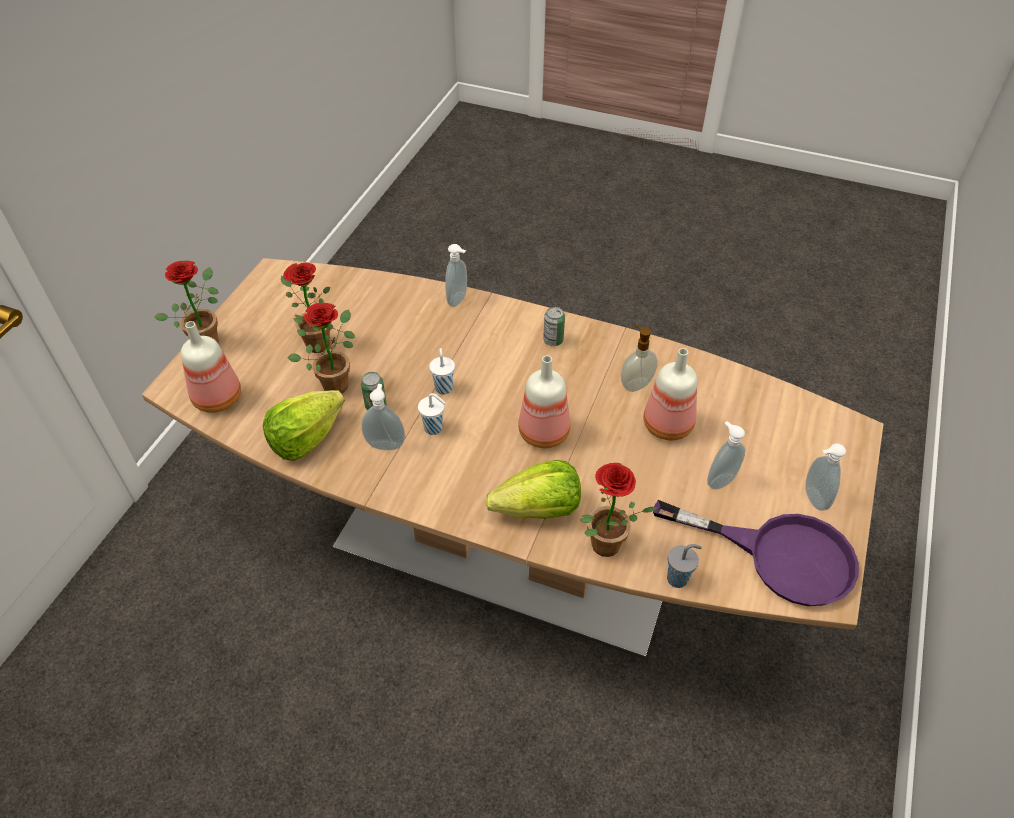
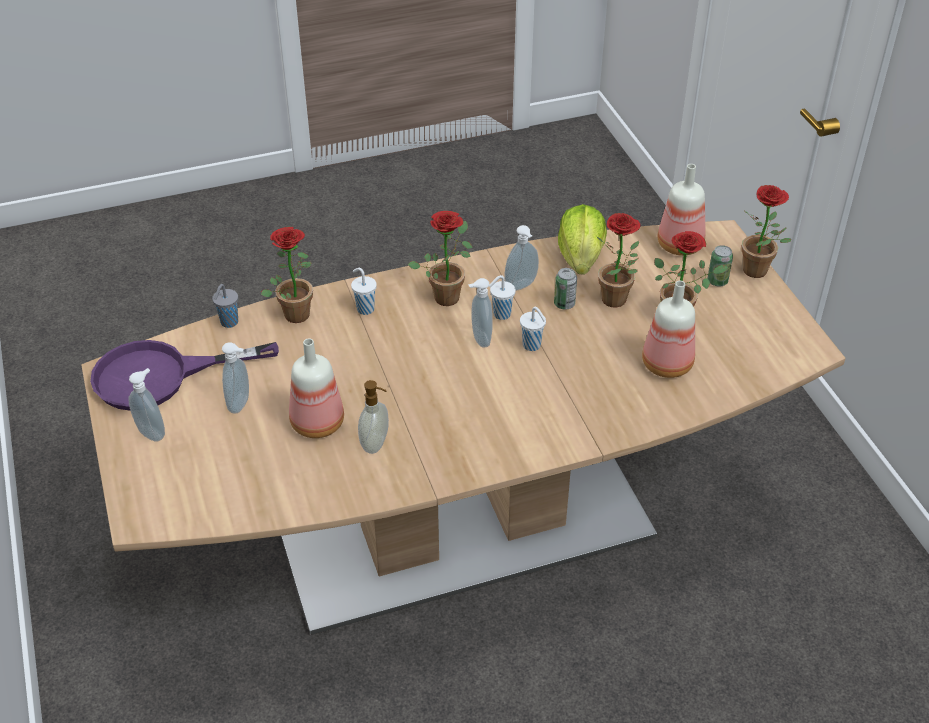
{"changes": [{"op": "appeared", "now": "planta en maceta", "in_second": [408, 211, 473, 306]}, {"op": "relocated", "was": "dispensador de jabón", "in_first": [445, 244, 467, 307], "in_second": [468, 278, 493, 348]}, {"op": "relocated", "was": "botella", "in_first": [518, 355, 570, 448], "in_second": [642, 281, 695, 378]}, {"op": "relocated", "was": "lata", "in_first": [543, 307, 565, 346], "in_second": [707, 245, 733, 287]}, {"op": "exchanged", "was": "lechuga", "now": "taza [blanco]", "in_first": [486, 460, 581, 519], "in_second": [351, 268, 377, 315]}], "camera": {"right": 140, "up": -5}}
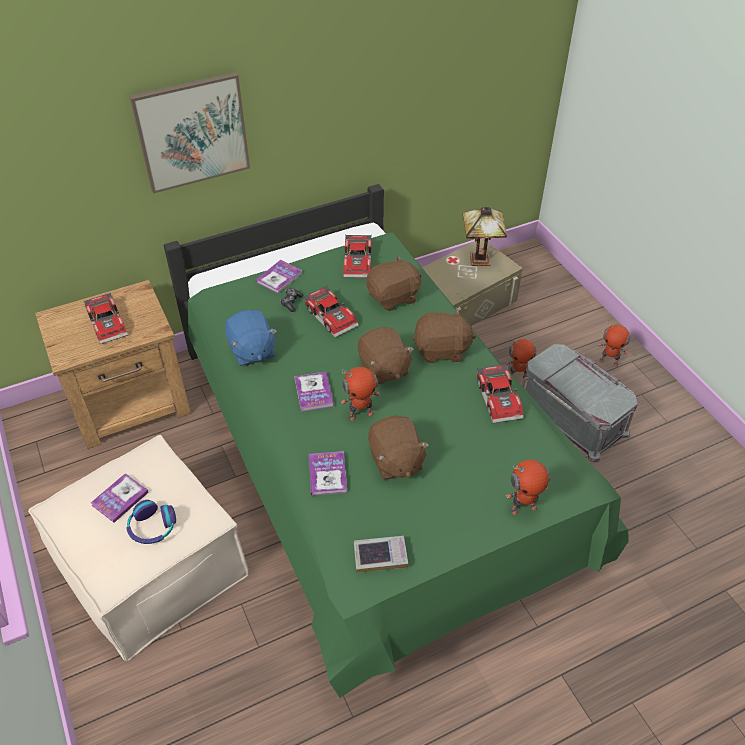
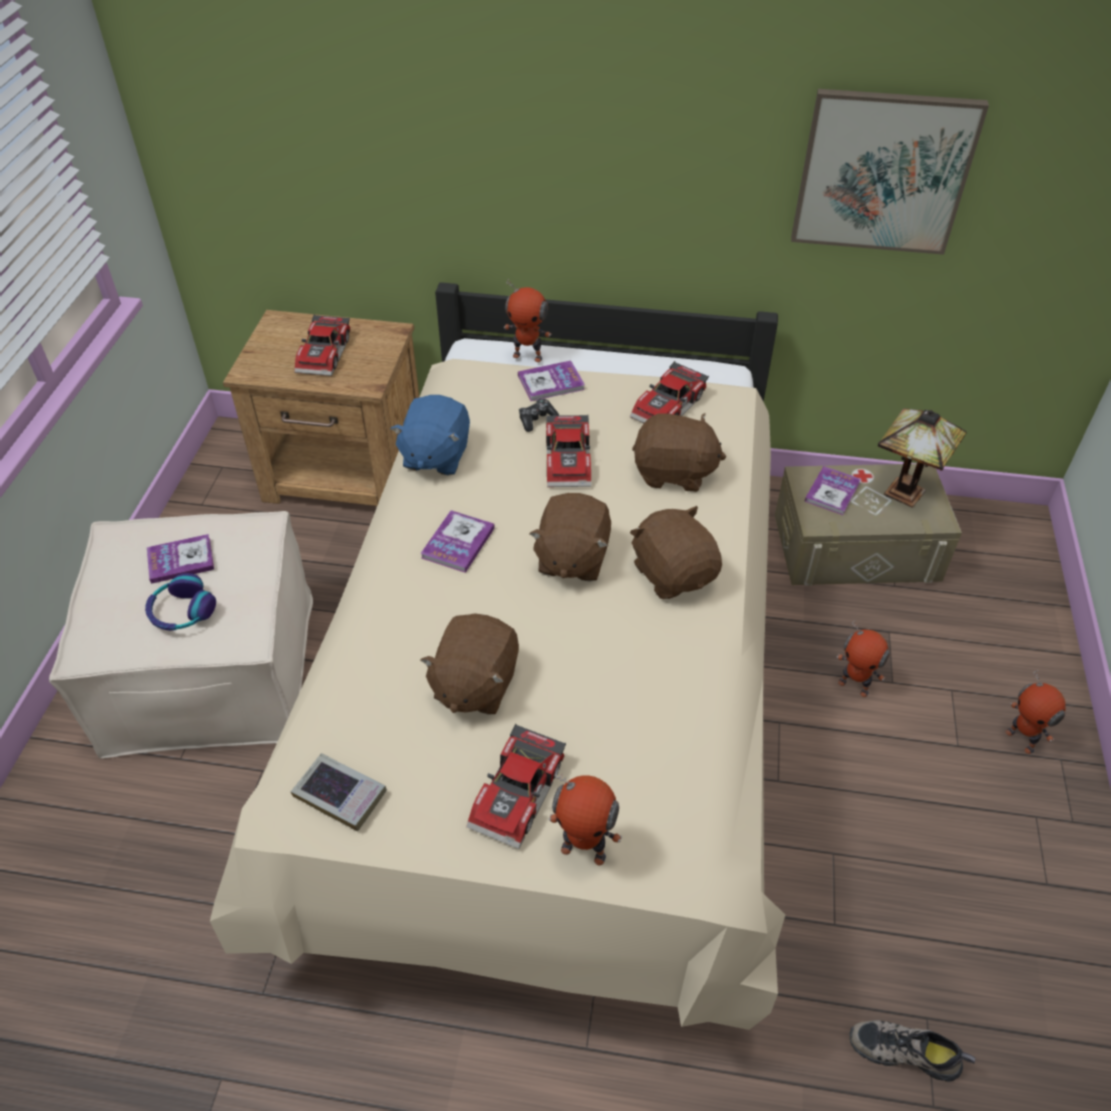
{"changes": [{"op": "missing", "was": "caja de almacenaje [gris]", "in_first": [522, 344, 638, 463]}, {"op": "appeared", "now": "zapato", "in_second": [849, 1020, 976, 1082]}, {"op": "relocated", "was": "cuadro", "in_first": [129, 72, 250, 194], "in_second": [791, 89, 989, 255]}, {"op": "relocated", "was": "libro", "in_first": [309, 451, 347, 496], "in_second": [804, 466, 861, 515]}, {"op": "relocated", "was": "robot de juguete", "in_first": [341, 367, 380, 421], "in_second": [504, 279, 551, 362]}, {"op": "relocated", "was": "coche de juguete", "in_first": [477, 364, 524, 423], "in_second": [466, 724, 566, 849]}, {"op": "colour", "was": "cama [verde]", "now": "cama [beis]", "in_first": [164, 184, 629, 698], "in_second": [210, 282, 785, 1030]}, {"op": "spun", "was": "peluche [marrón]", "in_first": [413, 309, 476, 363], "in_second": [630, 506, 722, 599], "clockwise": -150}], "camera": {"right": 35, "up": 0}}
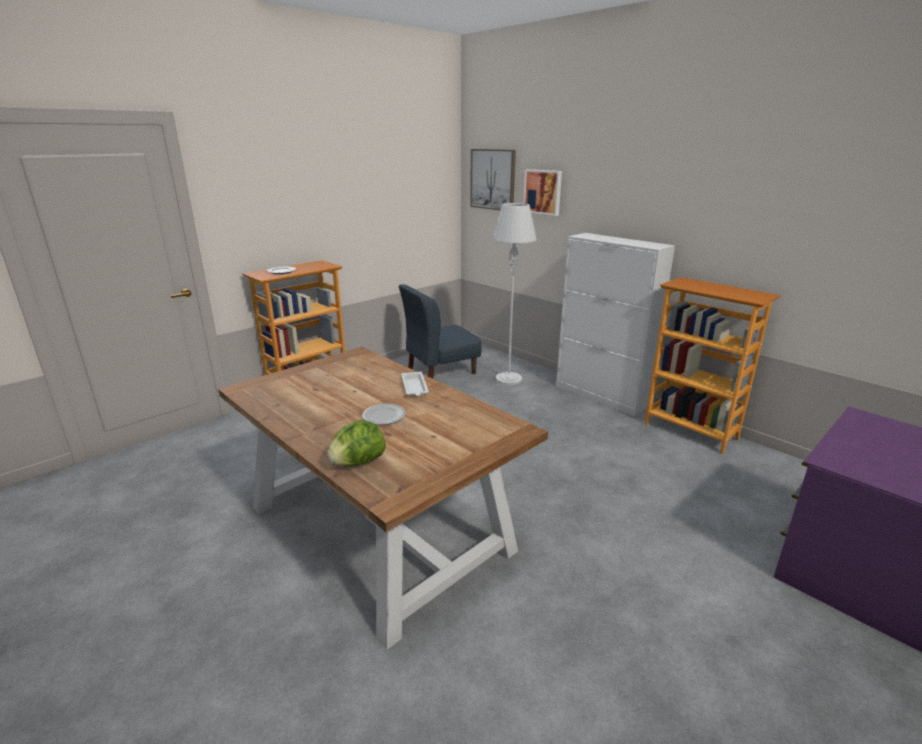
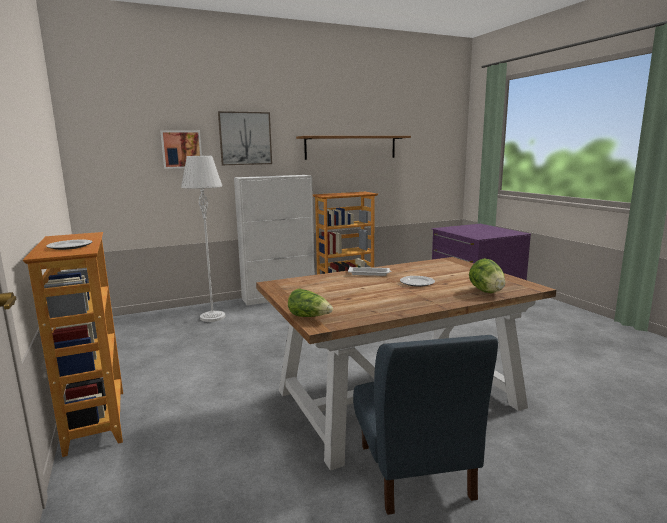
{"changes": [{"op": "appeared", "now": "lechuga", "in_second": [288, 288, 333, 317]}, {"op": "appeared", "now": "estante", "in_second": [296, 136, 411, 160]}, {"op": "relocated", "was": "silla [azul]", "in_first": [399, 284, 482, 379], "in_second": [353, 335, 498, 515]}, {"op": "relocated", "was": "cuadro", "in_first": [470, 149, 516, 210], "in_second": [218, 111, 272, 165]}], "camera": {"right": -70, "up": -10}}
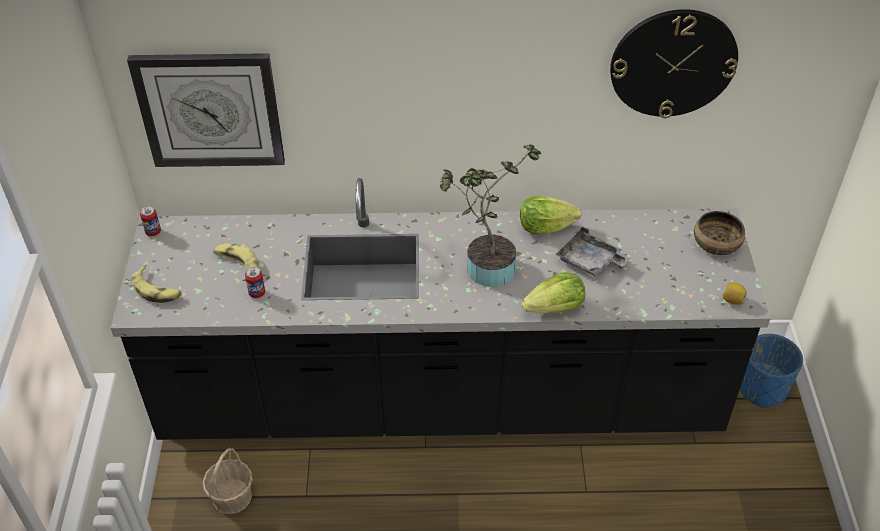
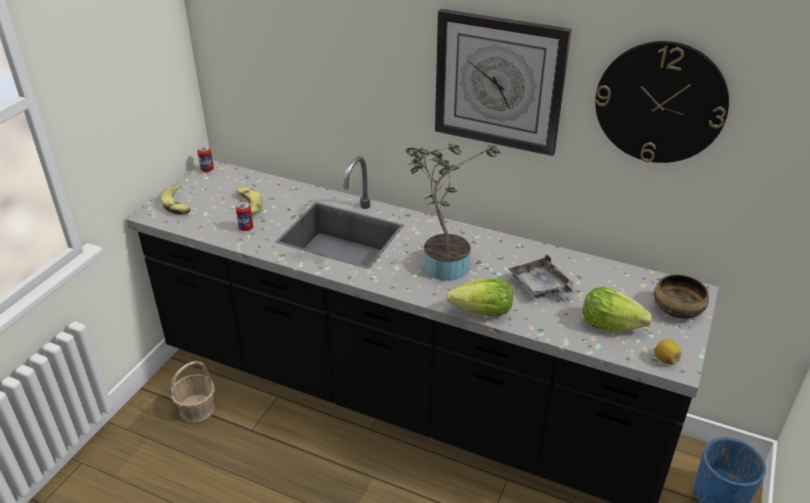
{"changes": [{"op": "relocated", "was": "reloj de pared", "in_first": [127, 53, 285, 167], "in_second": [435, 9, 571, 156]}, {"op": "relocated", "was": "lechuga", "in_first": [520, 196, 582, 234], "in_second": [583, 287, 652, 331]}], "camera": {"right": 25, "up": -10}}
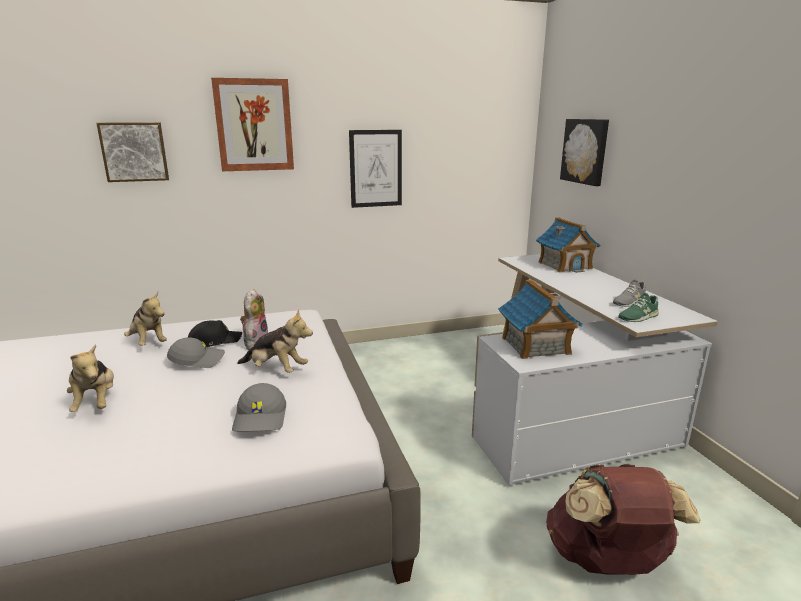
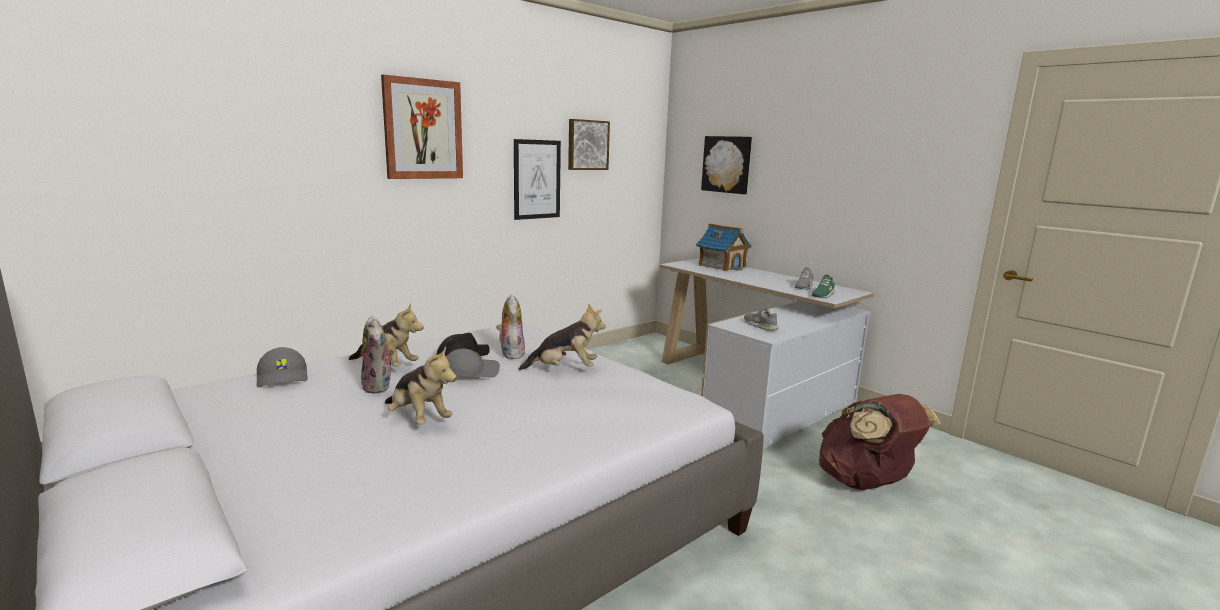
{"changes": [{"op": "appeared", "now": "peluche", "in_second": [361, 316, 394, 394]}, {"op": "relocated", "was": "cuadro", "in_first": [97, 122, 169, 182], "in_second": [568, 119, 610, 170]}, {"op": "relocated", "was": "gorra [gris]", "in_first": [232, 383, 286, 432], "in_second": [257, 347, 308, 387]}, {"op": "exchanged", "was": "casita", "now": "zapato [gris]", "in_first": [498, 280, 583, 359], "in_second": [744, 306, 778, 331]}], "camera": {"right": -25, "up": -5}}
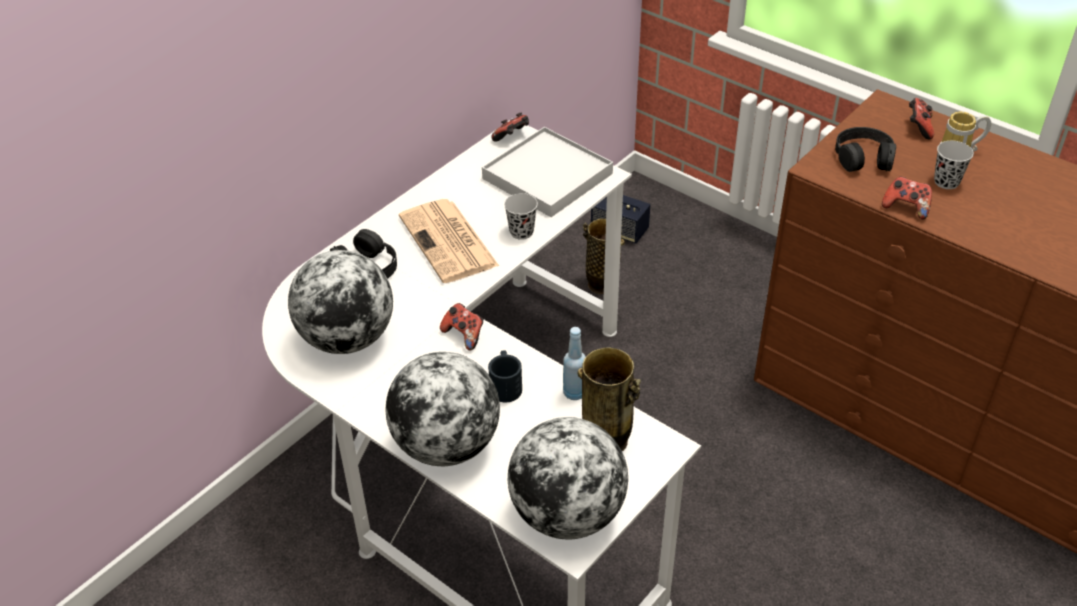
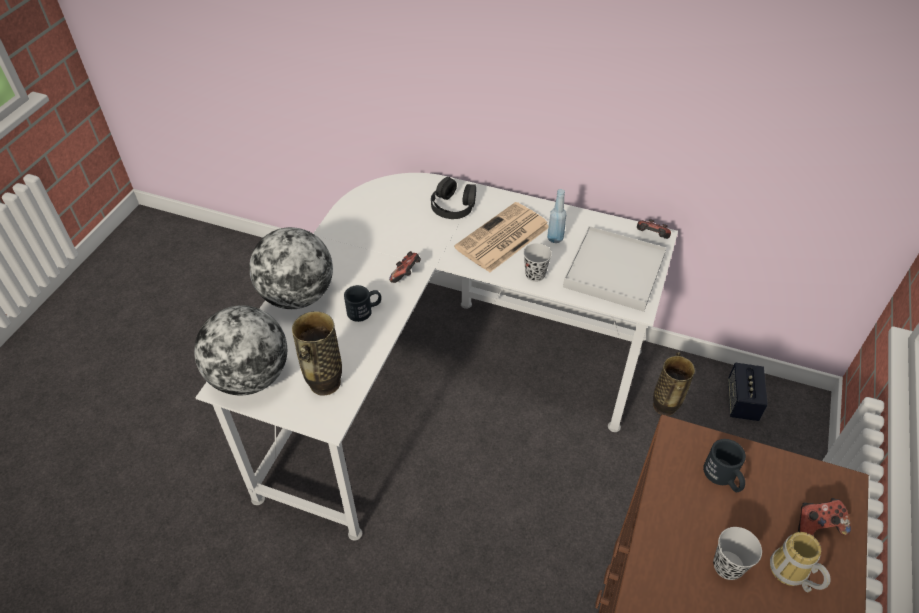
{"changes": [{"op": "missing", "was": "globo terráqueo", "in_first": [288, 250, 393, 354]}, {"op": "missing", "was": "mando de consola", "in_first": [882, 177, 932, 219]}, {"op": "relocated", "was": "botella [azul]", "in_first": [563, 327, 585, 400], "in_second": [547, 189, 566, 243]}, {"op": "exchanged", "was": "auriculares [negro]", "now": "taza grande [negro]", "in_first": [835, 127, 896, 172], "in_second": [703, 439, 746, 492]}], "camera": {"right": 70, "up": 5}}
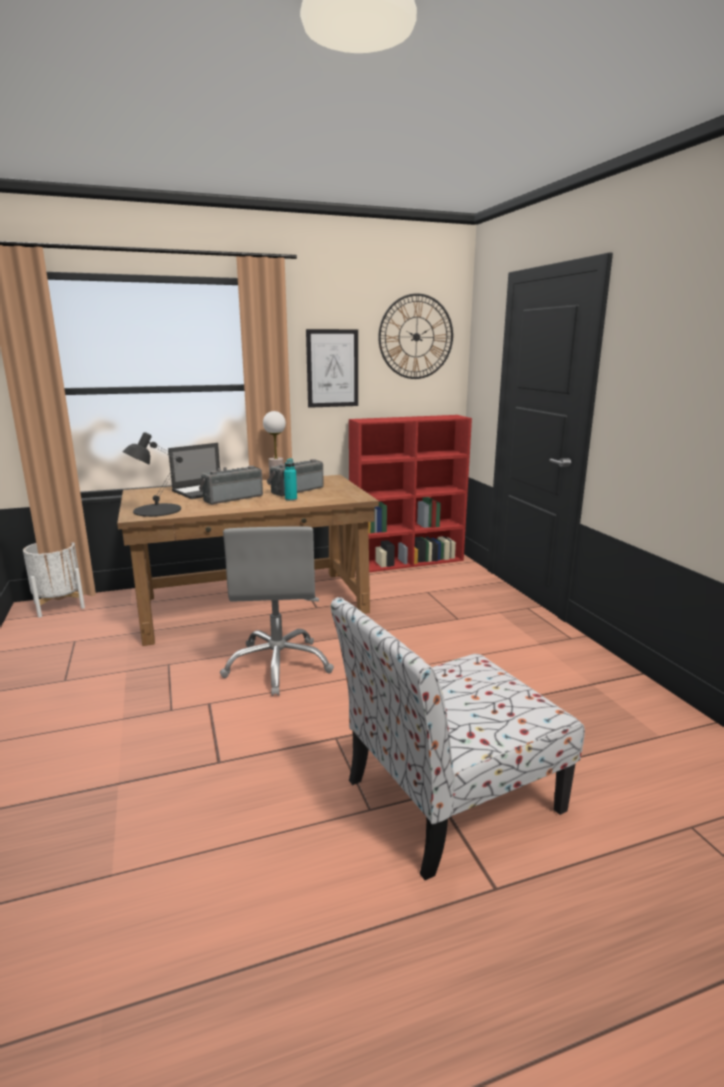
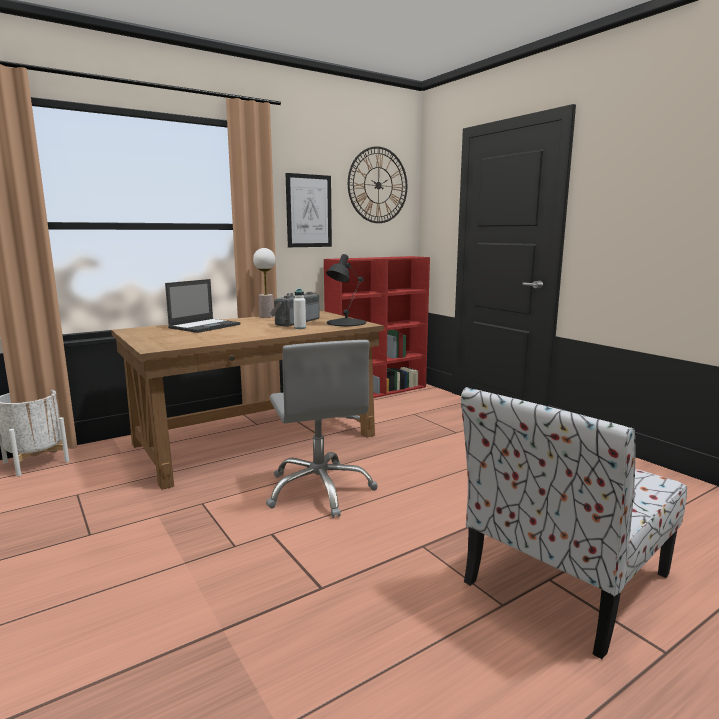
{"changes": [{"op": "missing", "was": "radio", "in_first": [199, 466, 263, 505]}, {"op": "relocated", "was": "lámpara de mesa [negro]", "in_first": [122, 432, 183, 517], "in_second": [326, 254, 366, 326]}, {"op": "colour", "was": "botella [turquesa]", "now": "botella [blanco]", "in_first": [284, 458, 297, 501], "in_second": [293, 288, 306, 329]}], "camera": {"right": -15, "up": -5}}
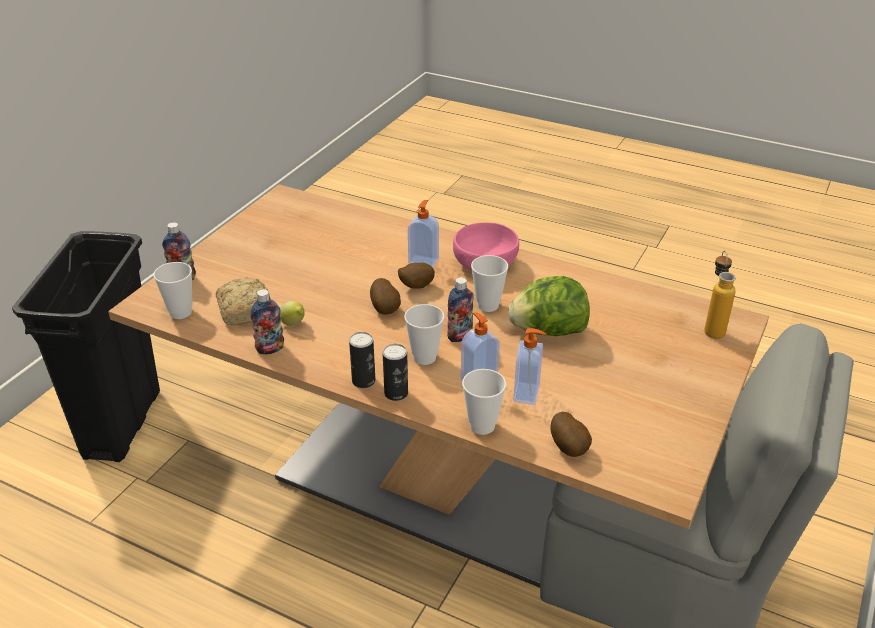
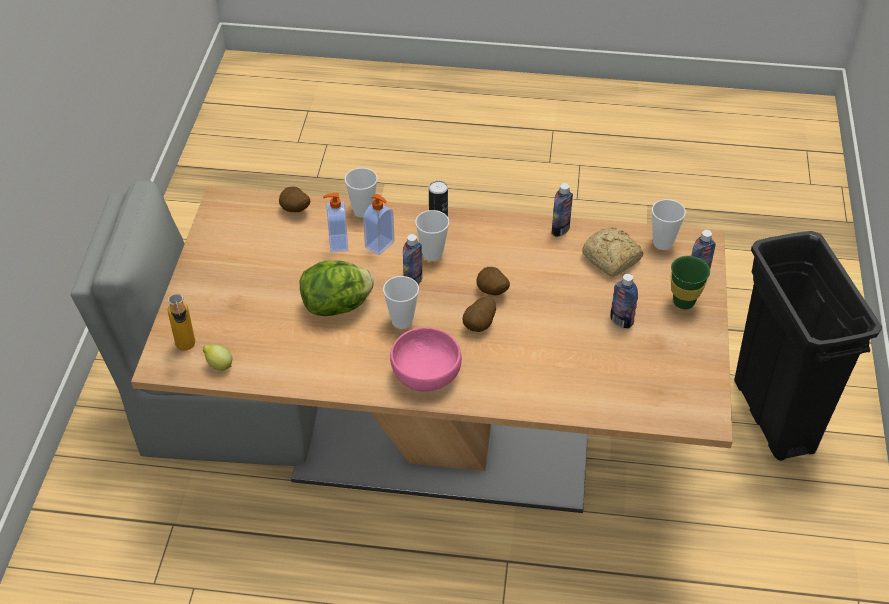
{"changes": [{"op": "missing", "was": "lata", "in_first": [349, 332, 375, 388]}, {"op": "missing", "was": "dispensador de jabón", "in_first": [408, 200, 439, 268]}, {"op": "appeared", "now": "botella", "in_second": [610, 274, 638, 329]}, {"op": "appeared", "now": "taza [verde]", "in_second": [671, 256, 710, 309]}, {"op": "relocated", "was": "limón", "in_first": [280, 301, 305, 326], "in_second": [203, 344, 233, 371]}], "camera": {"right": 160, "up": 10}}
